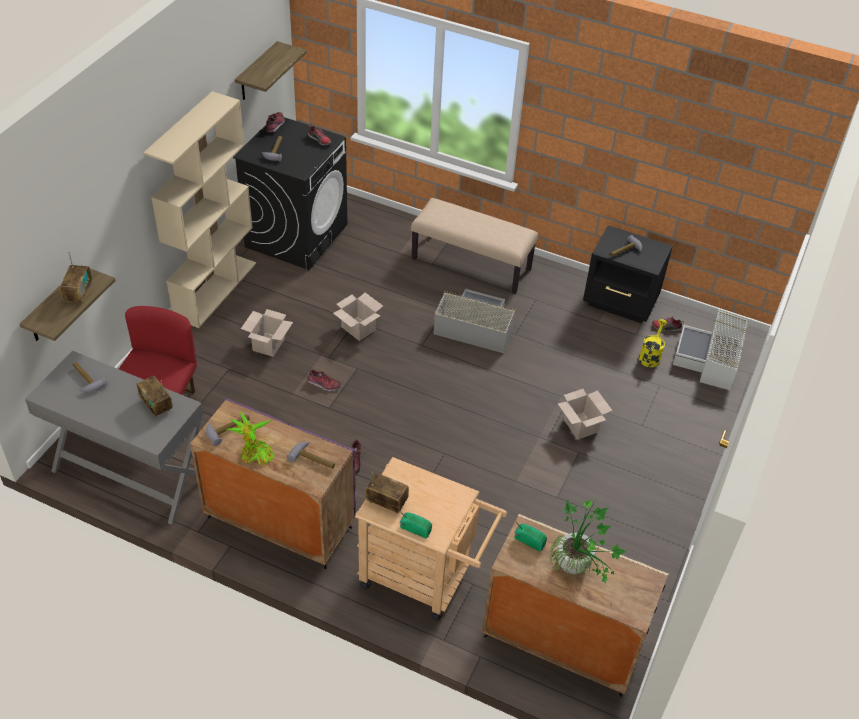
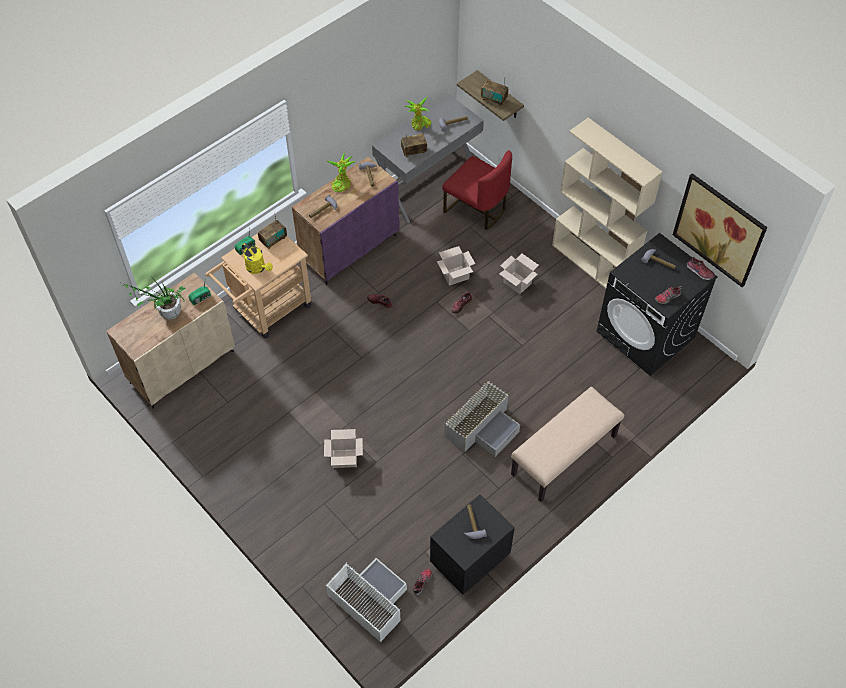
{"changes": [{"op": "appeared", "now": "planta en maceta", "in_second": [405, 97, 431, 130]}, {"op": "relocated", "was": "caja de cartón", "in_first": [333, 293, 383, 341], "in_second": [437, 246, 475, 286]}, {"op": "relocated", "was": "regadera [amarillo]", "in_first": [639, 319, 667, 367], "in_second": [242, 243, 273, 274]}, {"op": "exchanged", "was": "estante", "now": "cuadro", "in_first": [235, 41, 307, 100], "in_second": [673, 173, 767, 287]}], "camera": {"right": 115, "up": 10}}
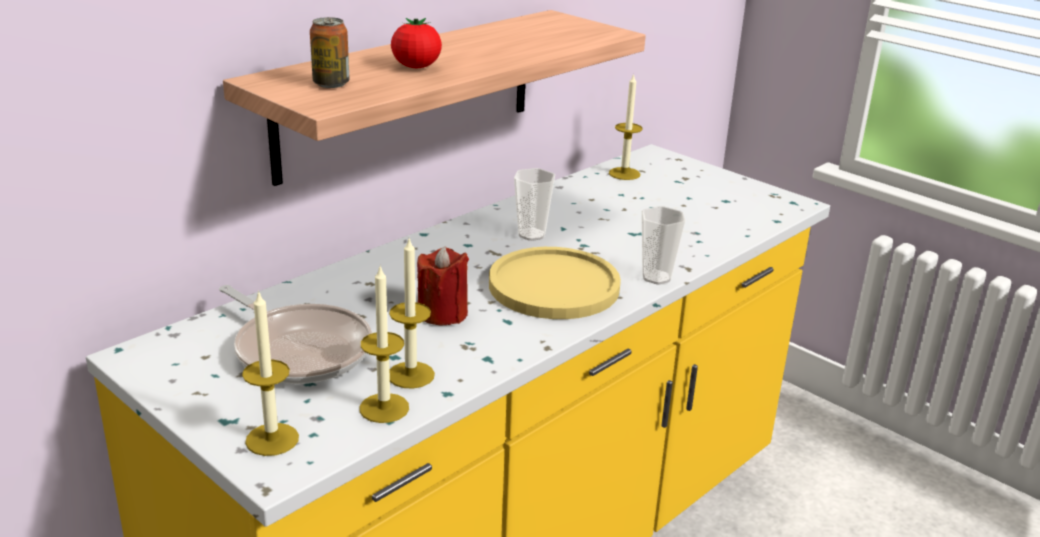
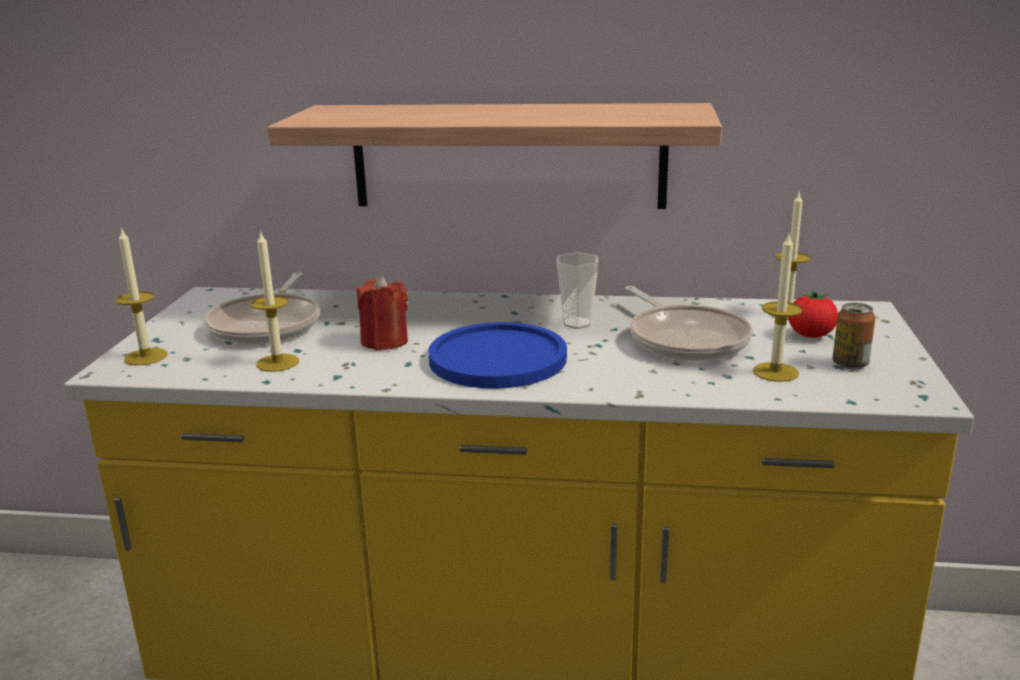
{"changes": [{"op": "missing", "was": "taza", "in_first": [642, 206, 686, 285]}, {"op": "appeared", "now": "sartén", "in_second": [625, 286, 753, 361]}, {"op": "relocated", "was": "lata", "in_first": [310, 17, 349, 88], "in_second": [833, 303, 875, 370]}, {"op": "relocated", "was": "vela", "in_first": [360, 264, 409, 423], "in_second": [753, 232, 802, 382]}, {"op": "relocated", "was": "tomate", "in_first": [391, 18, 442, 68], "in_second": [788, 290, 838, 338]}, {"op": "colour", "was": "plato [amarillo]", "now": "plato [azul]", "in_first": [489, 247, 621, 319], "in_second": [429, 322, 567, 389]}], "camera": {"right": 55, "up": -5}}
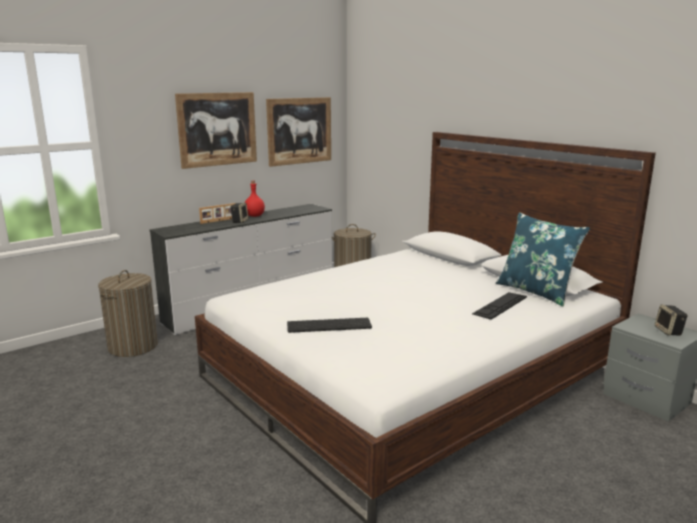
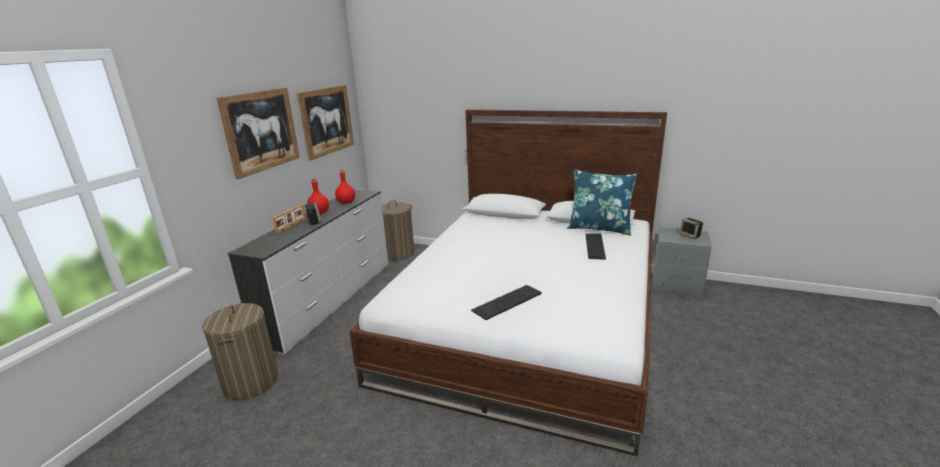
{"changes": [{"op": "appeared", "now": "botella [rojo]", "in_second": [335, 170, 355, 204]}], "camera": {"right": -30, "up": 5}}
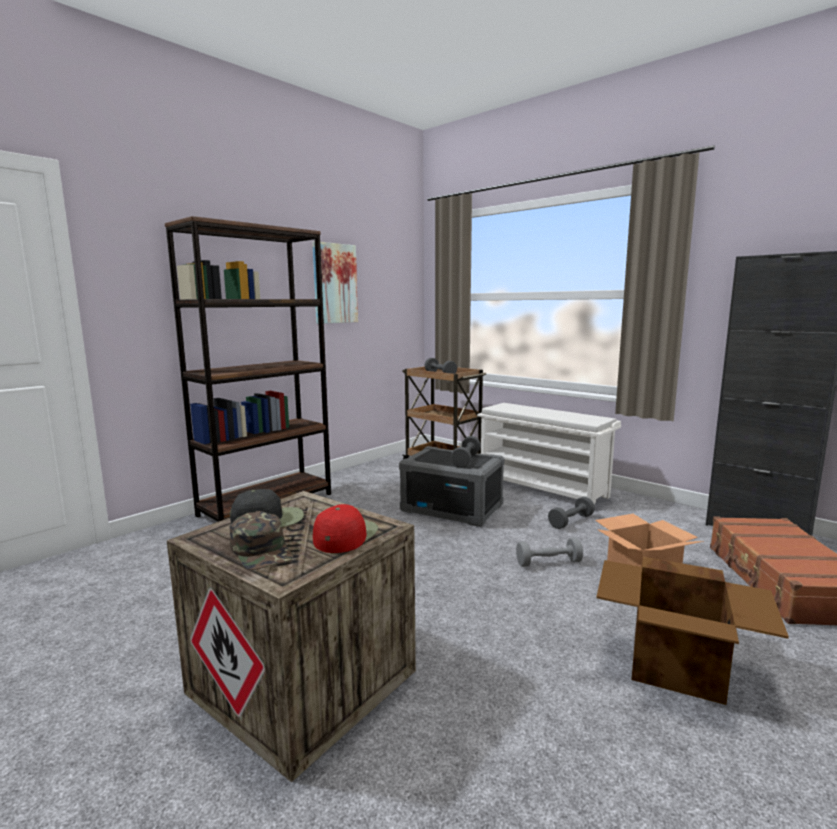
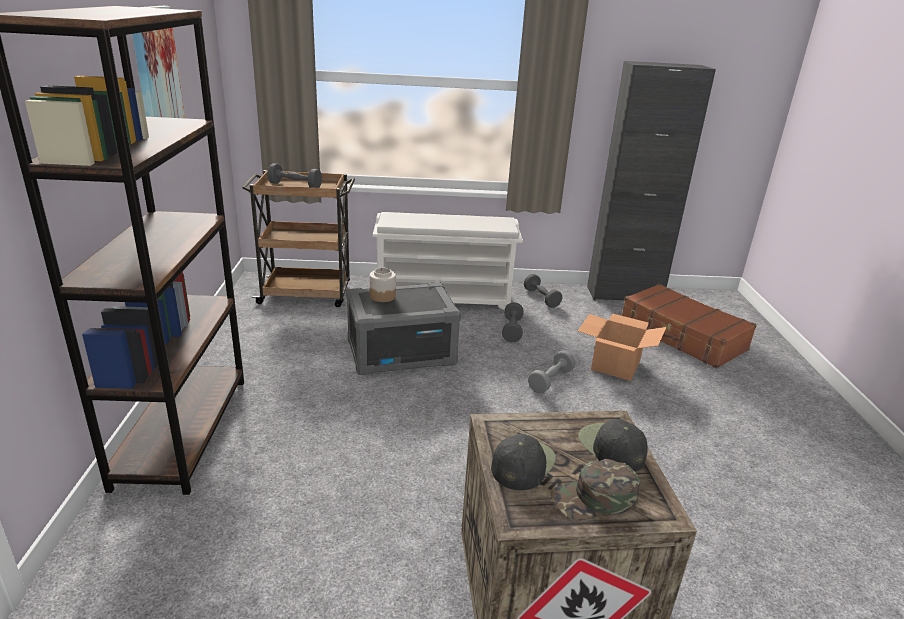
{"changes": [{"op": "missing", "was": "caja de cartón", "in_first": [596, 557, 789, 705]}, {"op": "appeared", "now": "tarro", "in_second": [370, 268, 396, 302]}, {"op": "relocated", "was": "mancuerna [gris]", "in_first": [451, 436, 481, 468], "in_second": [524, 274, 562, 308]}, {"op": "colour", "was": "gorra [rojo]", "now": "gorra [negro]", "in_first": [313, 504, 378, 553], "in_second": [578, 419, 647, 472]}, {"op": "spun", "was": "gorra [verde]", "in_first": [229, 511, 293, 570], "in_second": [551, 459, 640, 520], "clockwise": 150}], "camera": {"right": -45, "up": 15}}
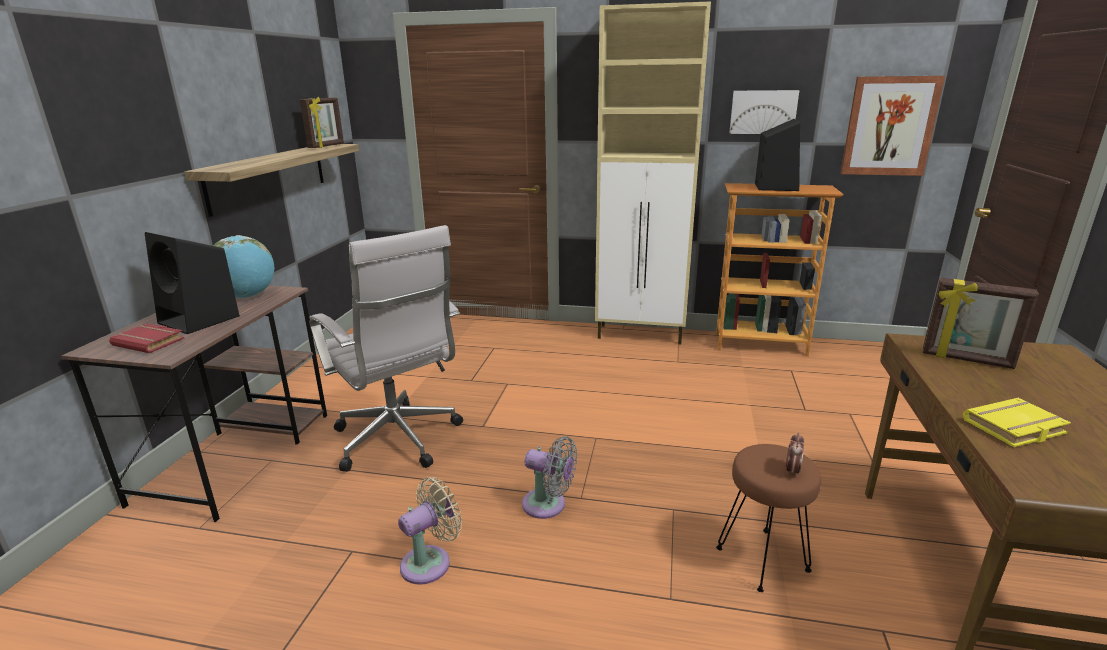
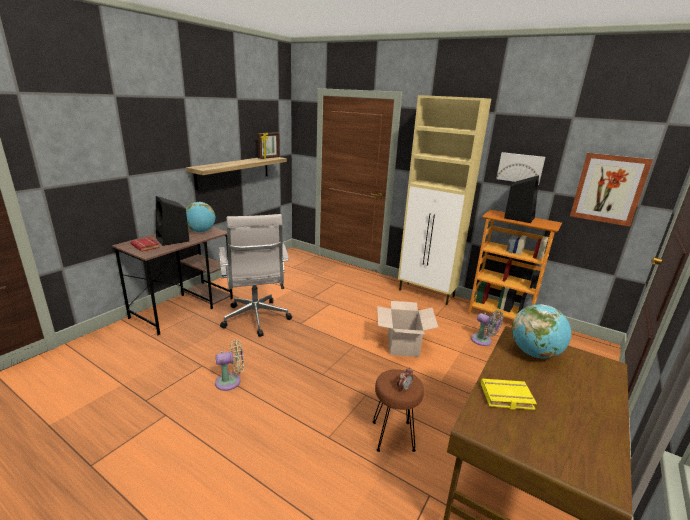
{"changes": [{"op": "appeared", "now": "caja de cartón", "in_second": [377, 301, 438, 357]}, {"op": "relocated", "was": "ventilador [gris]", "in_first": [522, 436, 577, 519], "in_second": [471, 310, 503, 346]}, {"op": "exchanged", "was": "portarretratos", "now": "globo terráqueo", "in_first": [923, 278, 1039, 369], "in_second": [512, 304, 571, 359]}], "camera": {"right": 20, "up": 0}}
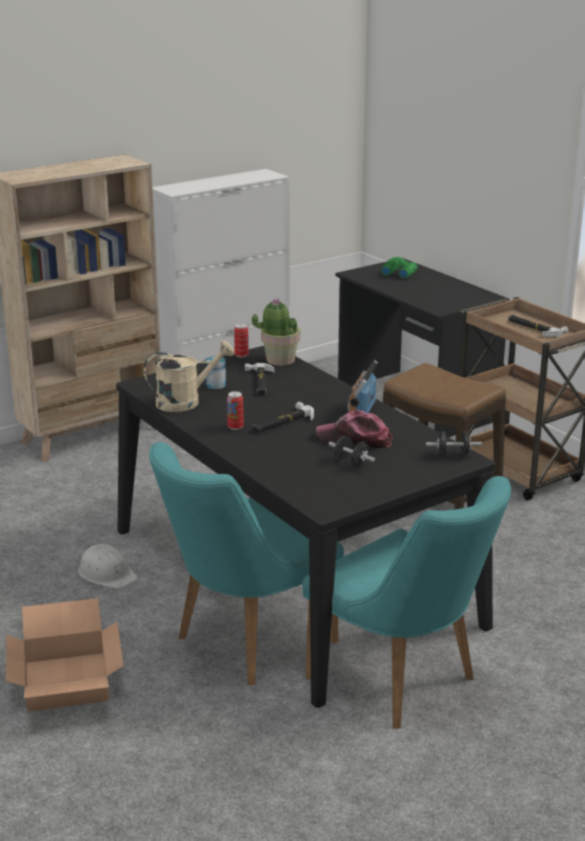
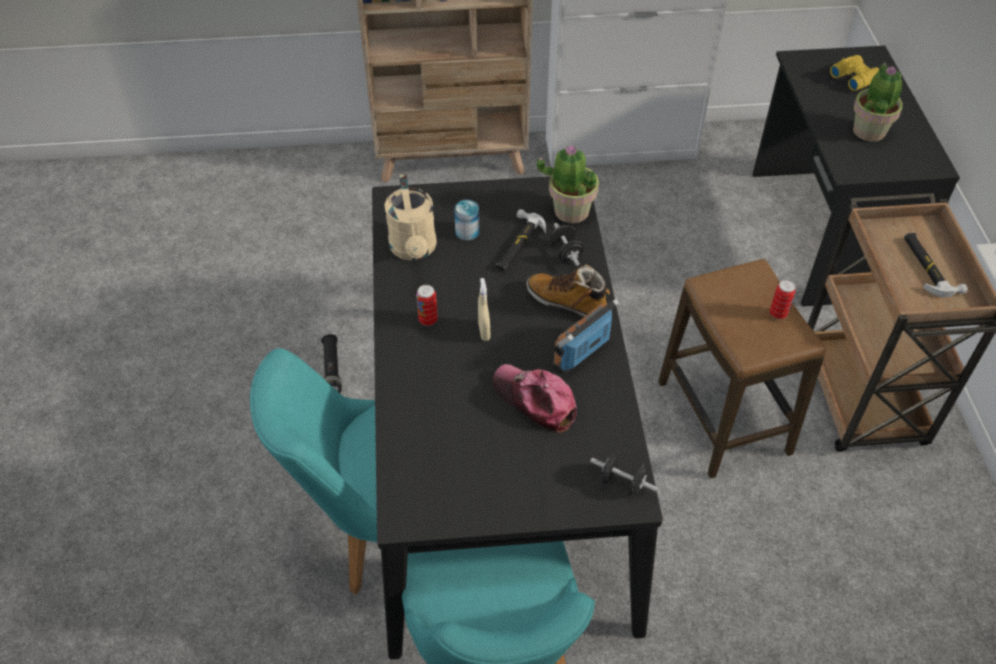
{"changes": [{"op": "missing", "was": "caja de cartón", "in_first": [6, 598, 124, 712]}, {"op": "appeared", "now": "bota", "in_second": [527, 264, 610, 317]}, {"op": "appeared", "now": "planta en maceta", "in_second": [853, 63, 903, 142]}, {"op": "relocated", "was": "lata", "in_first": [234, 323, 249, 358], "in_second": [770, 280, 796, 319]}, {"op": "relocated", "was": "mancuerna [negro]", "in_first": [329, 436, 375, 467], "in_second": [550, 223, 585, 266]}, {"op": "exchanged", "was": "casco [blanco]", "now": "linterna [negro]", "in_first": [78, 544, 138, 589], "in_second": [321, 334, 342, 393]}, {"op": "exchanged", "was": "martillo", "now": "pulverizador [beis]", "in_first": [253, 402, 314, 432], "in_second": [478, 278, 490, 341]}, {"op": "colour", "was": "prismáticos [verde]", "now": "prismáticos [amarillo]", "in_first": [381, 257, 417, 278], "in_second": [830, 55, 879, 91]}, {"op": "spun", "was": "regadera [beis]", "in_first": [144, 341, 235, 412], "in_second": [384, 174, 437, 261], "clockwise": 75}], "camera": {"right": 30, "up": 25}}
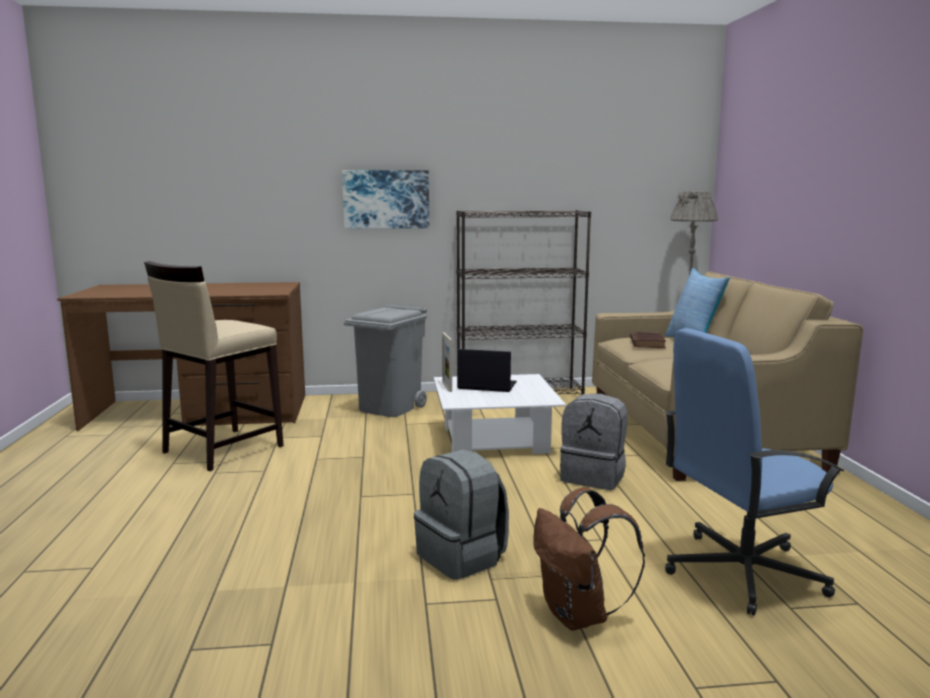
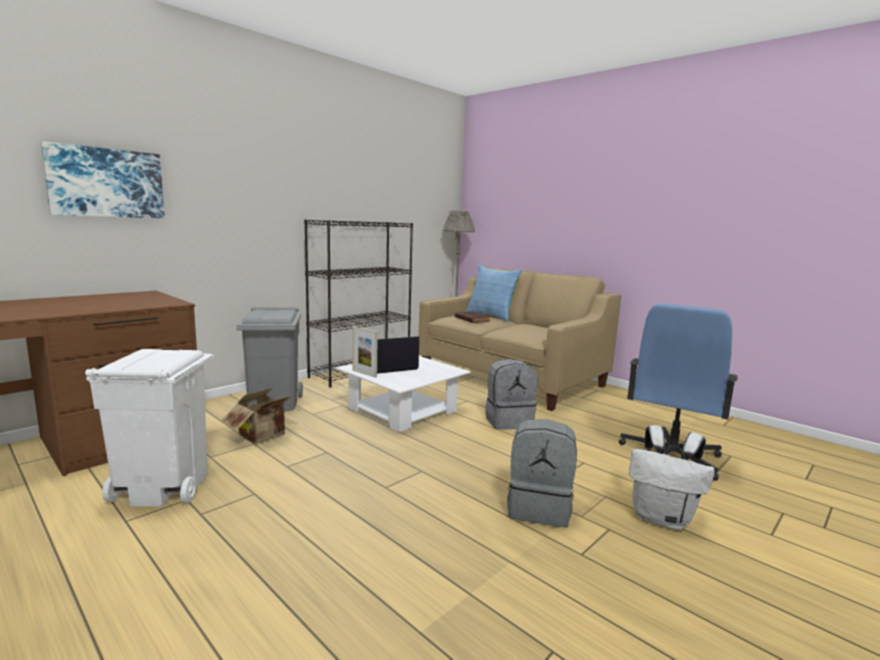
{"changes": [{"op": "appeared", "now": "caja de cartón", "in_second": [221, 388, 294, 444]}, {"op": "relocated", "was": "cuadro", "in_first": [342, 170, 429, 229], "in_second": [41, 141, 165, 218]}, {"op": "exchanged", "was": "taburete [beis]", "now": "papelera [blanco]", "in_first": [144, 261, 284, 471], "in_second": [85, 349, 214, 507]}, {"op": "colour", "was": "mochila [marrón]", "now": "mochila [blanco]", "in_first": [533, 488, 645, 631], "in_second": [629, 425, 715, 530]}], "camera": {"right": -40, "up": 0}}
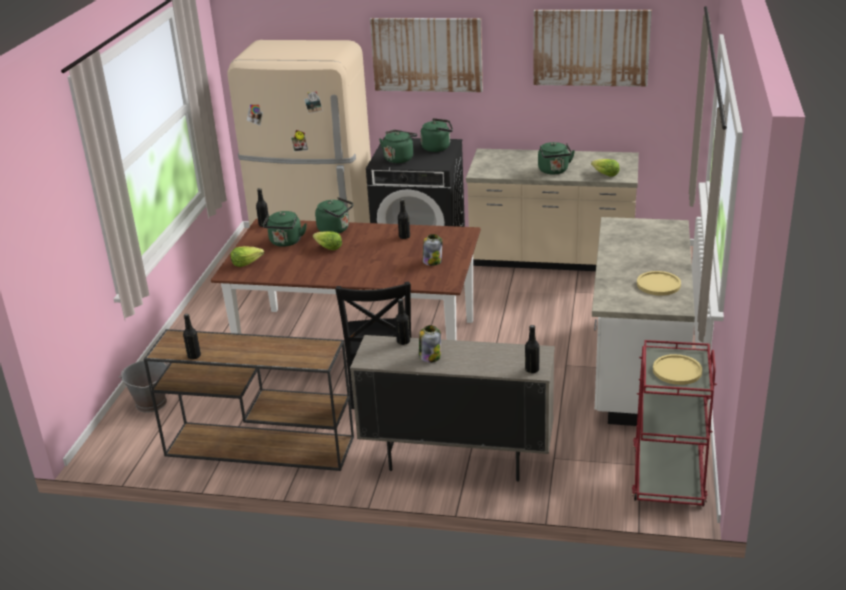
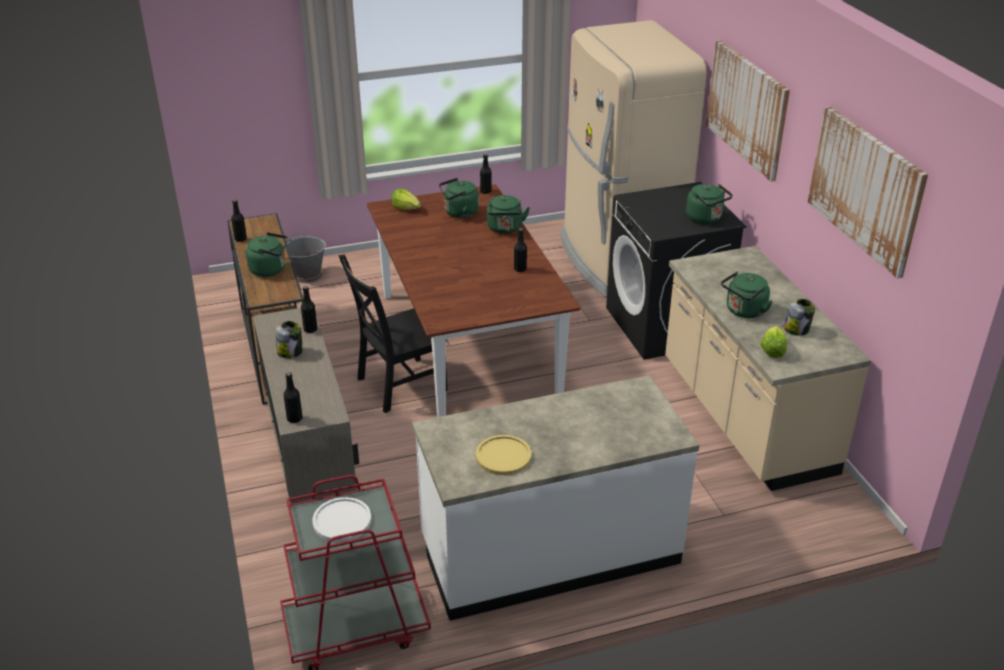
{"changes": [{"op": "missing", "was": "lechuga", "in_first": [313, 231, 342, 250]}, {"op": "relocated", "was": "hervidor [verde]", "in_first": [379, 130, 417, 163], "in_second": [246, 232, 288, 277]}, {"op": "relocated", "was": "tarro", "in_first": [423, 234, 442, 266], "in_second": [784, 299, 815, 336]}, {"op": "colour", "was": "plato [amarillo]", "now": "plato [blanco]", "in_first": [653, 354, 702, 385], "in_second": [312, 497, 371, 542]}], "camera": {"right": 60, "up": 5}}
